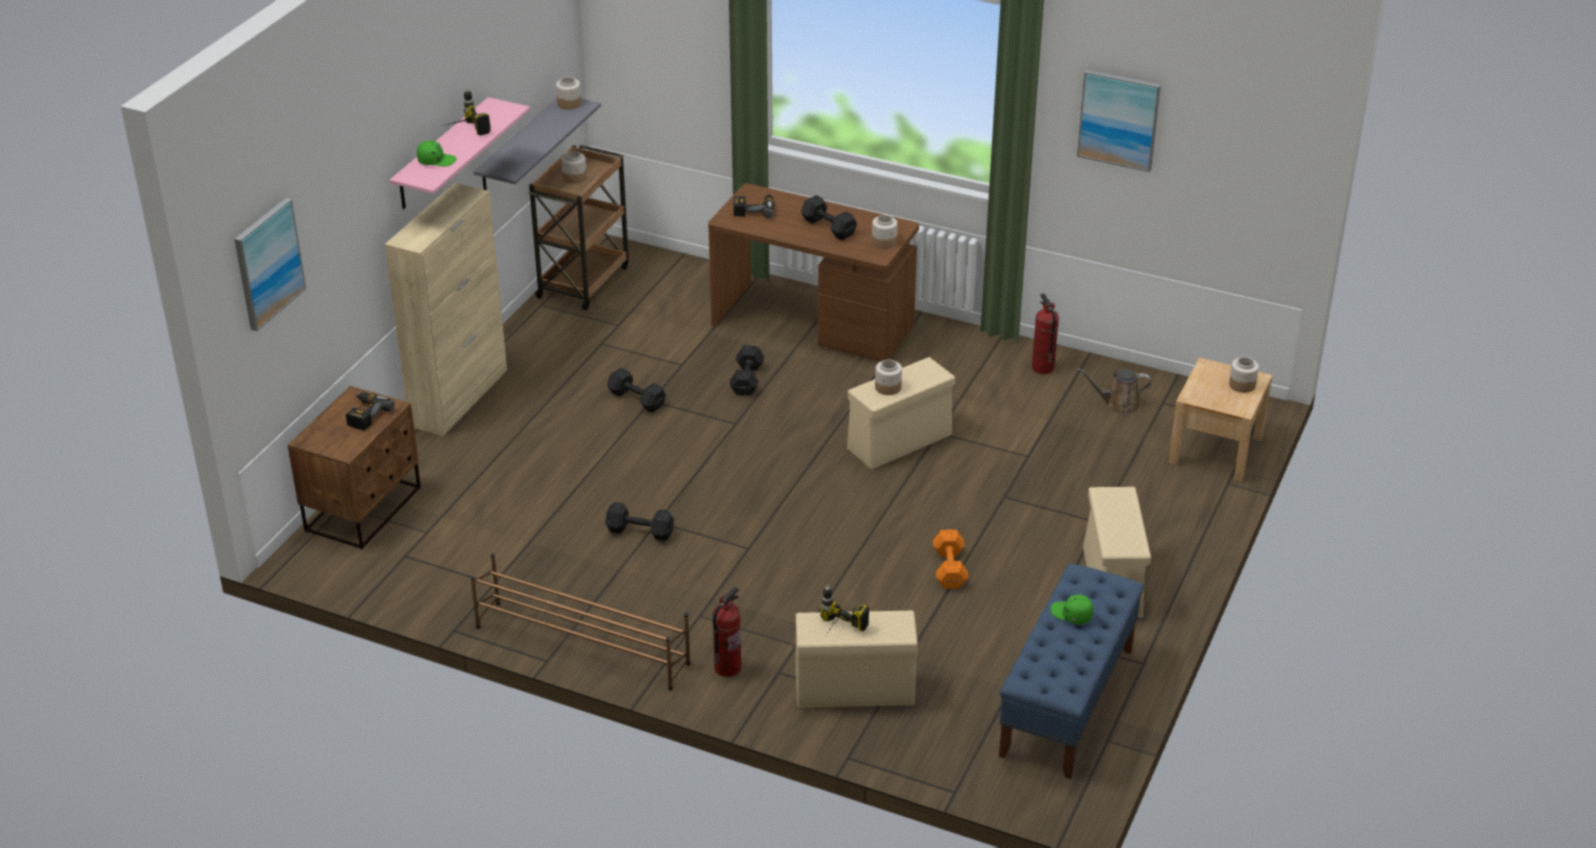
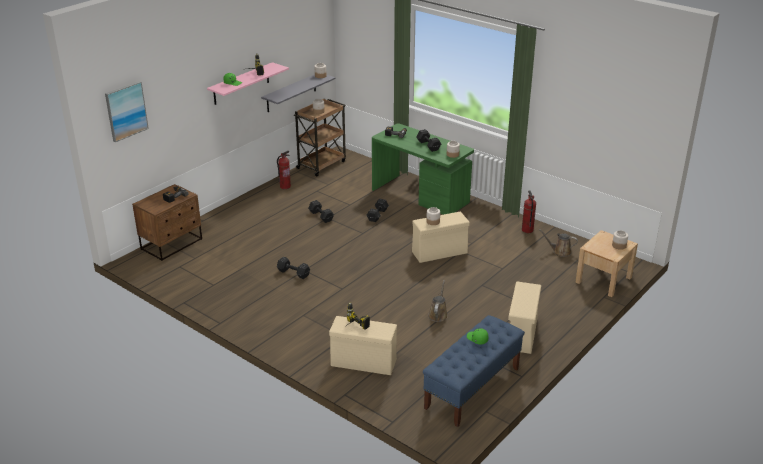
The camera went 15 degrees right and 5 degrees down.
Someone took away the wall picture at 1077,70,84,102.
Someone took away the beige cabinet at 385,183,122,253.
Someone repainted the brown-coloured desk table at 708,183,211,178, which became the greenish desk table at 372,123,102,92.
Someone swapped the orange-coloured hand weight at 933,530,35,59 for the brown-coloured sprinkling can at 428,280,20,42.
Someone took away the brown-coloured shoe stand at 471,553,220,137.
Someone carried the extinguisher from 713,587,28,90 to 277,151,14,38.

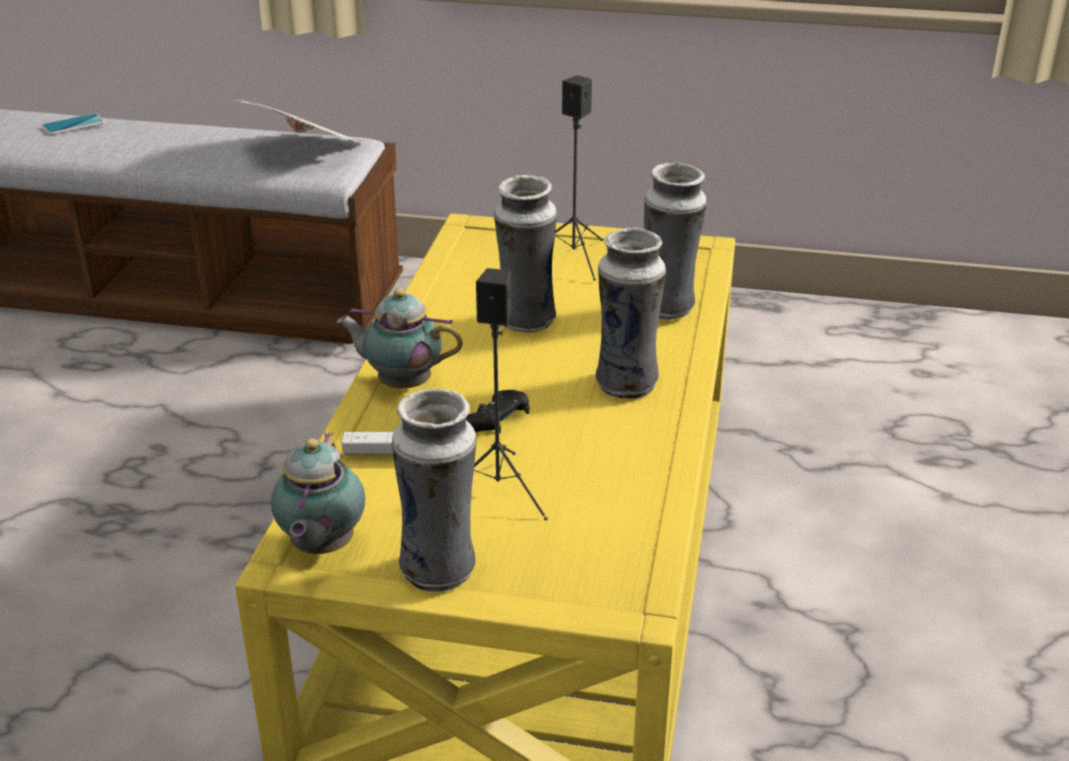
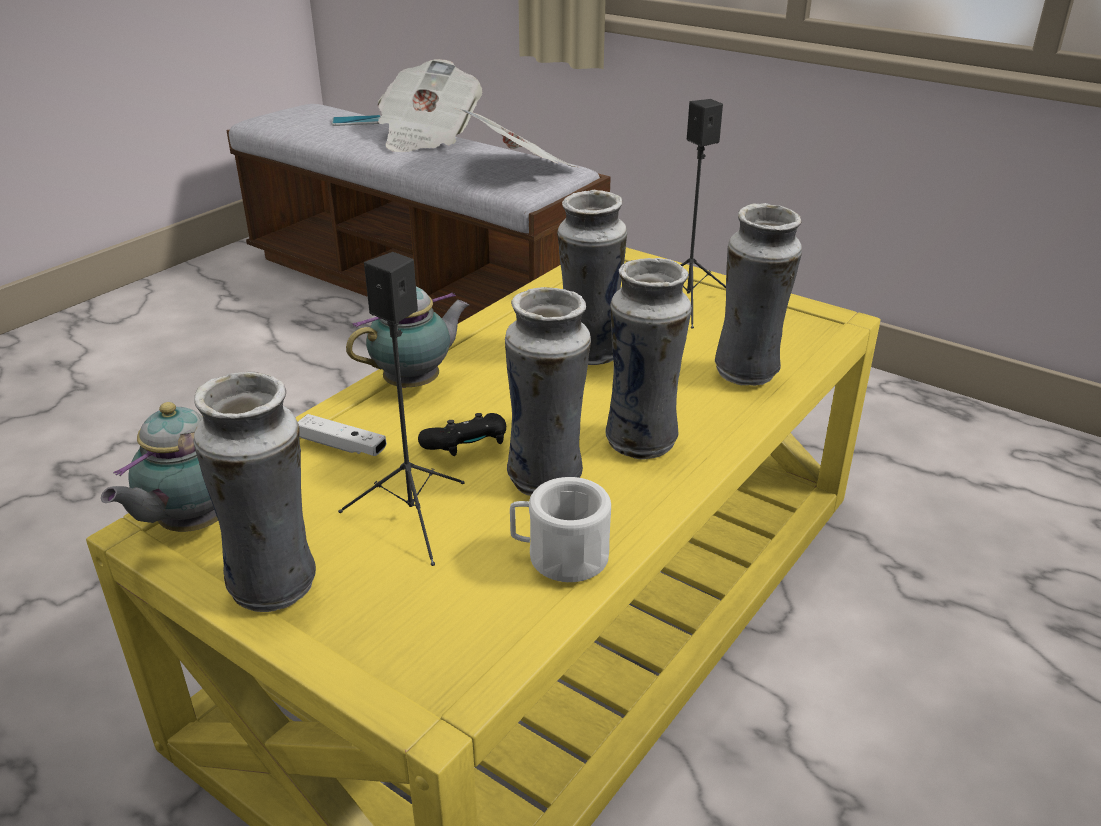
The camera went 25 degrees right and 0 degrees up.
Someone rotated the teapot at 336,289,127,99 by 105 degrees clockwise.
Someone put down the daily paper at 378,59,104,93.
Someone put down the decorative vase at 505,287,86,209.
Someone put down the white mug at 510,477,101,105.

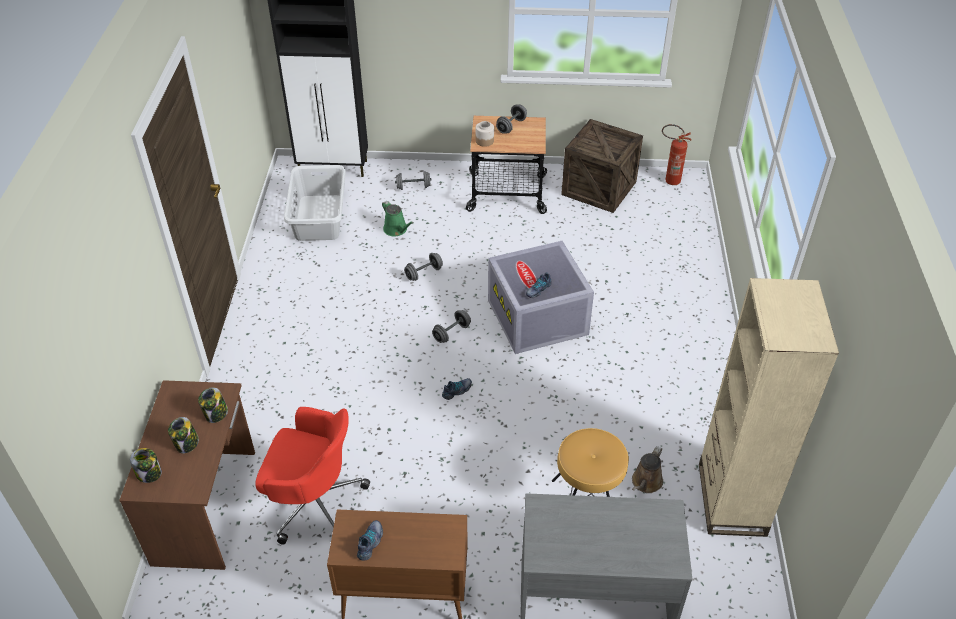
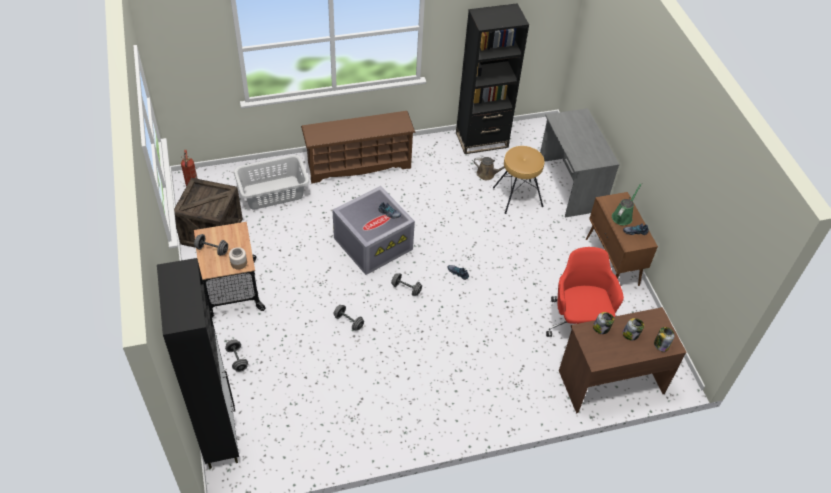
The camera went 110 degrees left and 5 degrees up.
Someone carried the grey washing basket from 284,165,62,76 to 234,155,75,54.
Someone carried the greenish sprinkling can from 382,201,32,36 to 612,183,30,43.
Someone repainted the beige bookcase at 699,278,140,259, which became the blackish bookcase at 456,3,73,151.
Someone put down the brown-coloured shoe stand at 301,111,115,73.

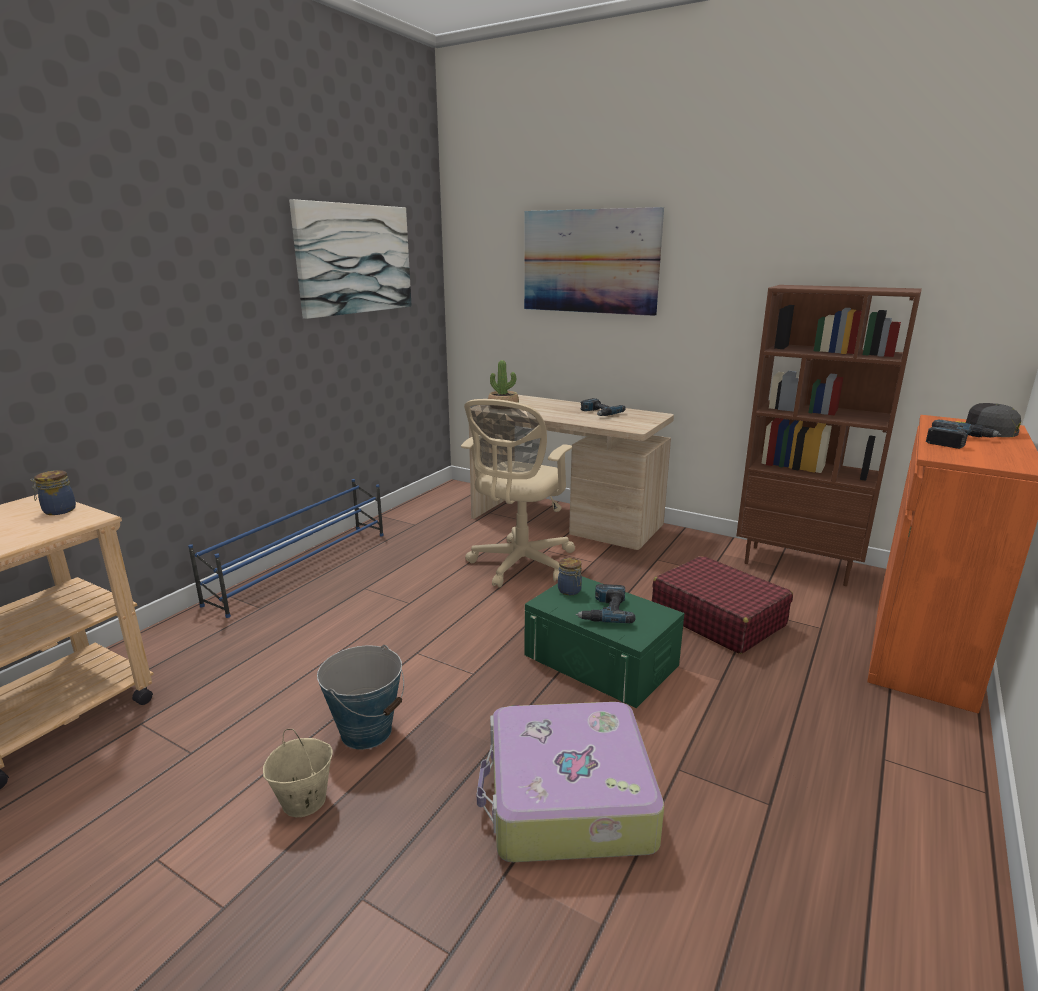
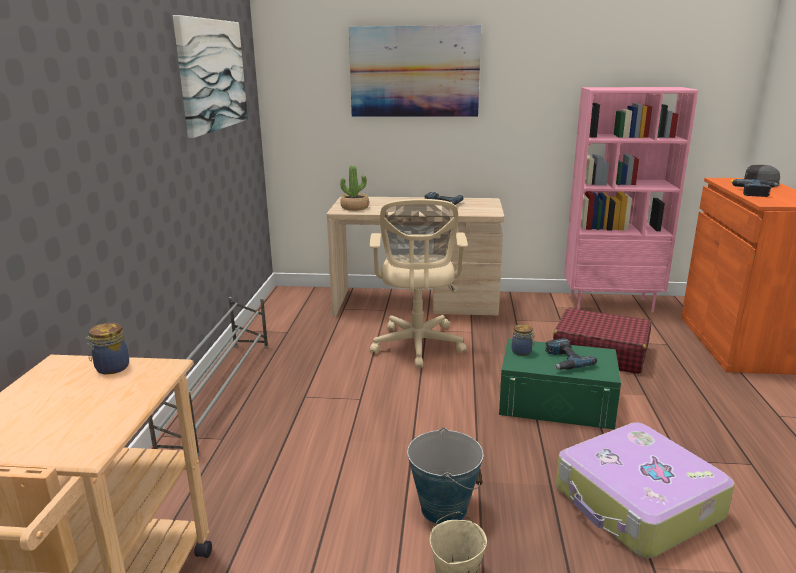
The camera went 25 degrees left and 0 degrees up.
Someone repainted the brown-coloured bookcase at 736,285,186,301, which became the pink-coloured bookcase at 564,87,134,226.
Someone repainted the blue-coloured shoe stand at 188,479,196,139, which became the grey shoe stand at 148,297,120,159.

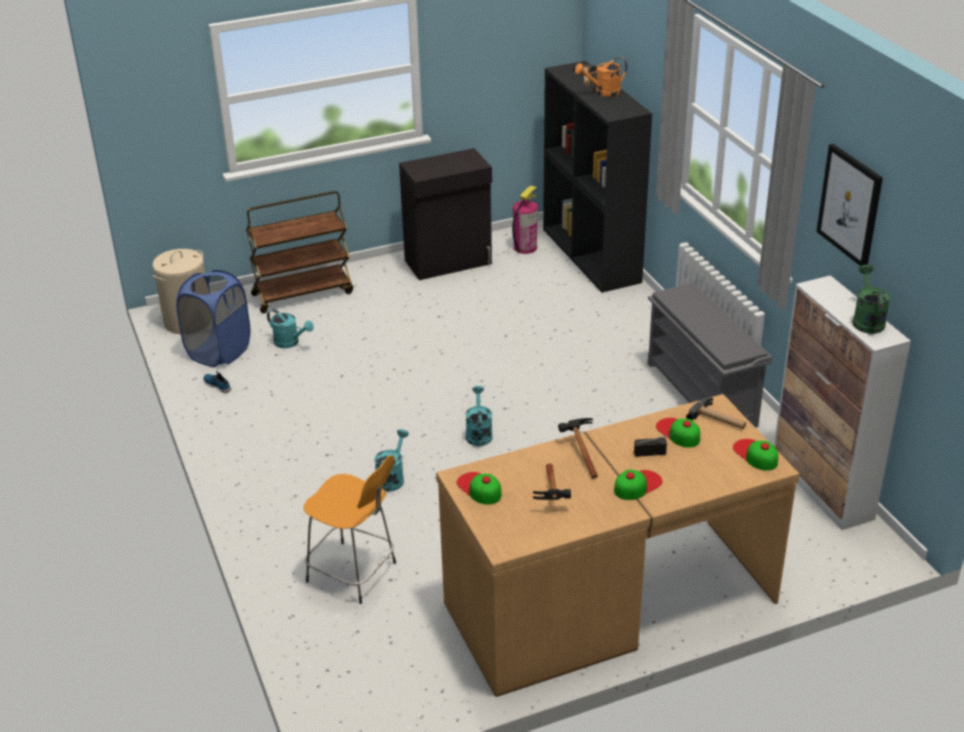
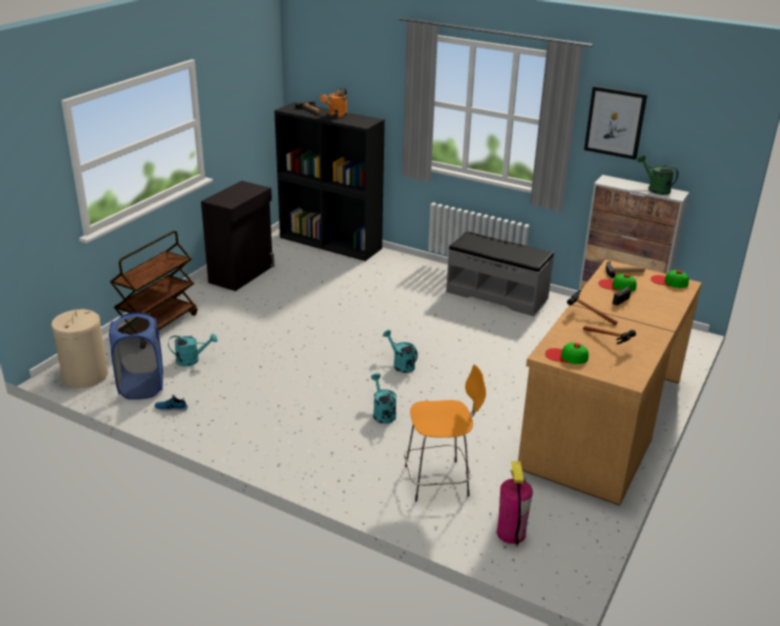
The camera went 40 degrees left and 5 degrees down.
Someone carried the extinguisher from 512,186,26,68 to 497,461,36,84.
Someone swapped the grey shoe stand at 647,282,125,146 for the grey long seat at 446,231,108,85.
Someone took away the peaked cap at 614,470,48,30.

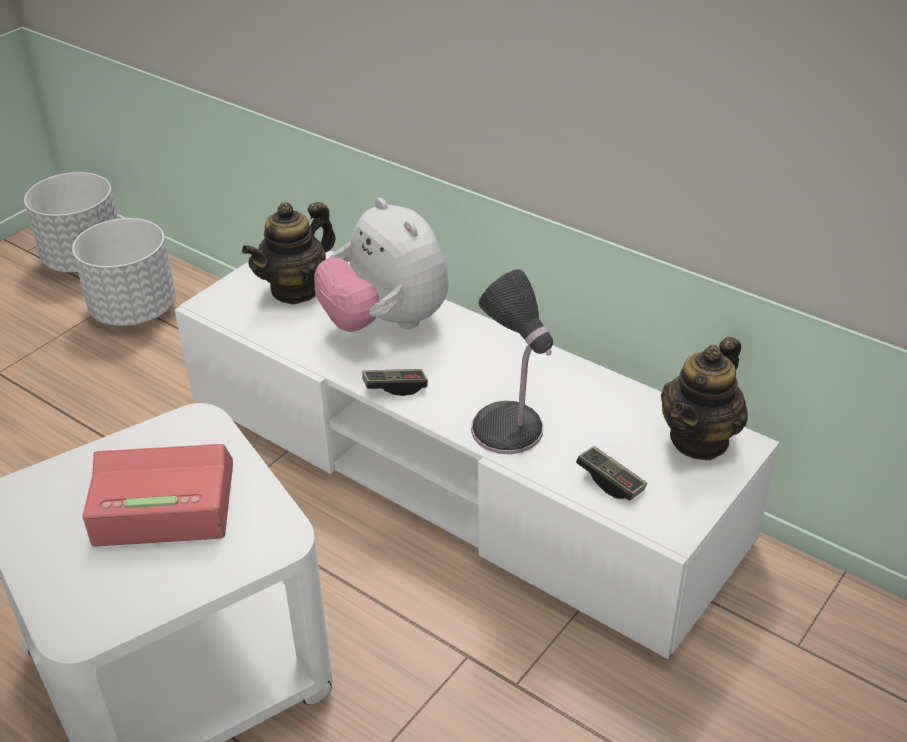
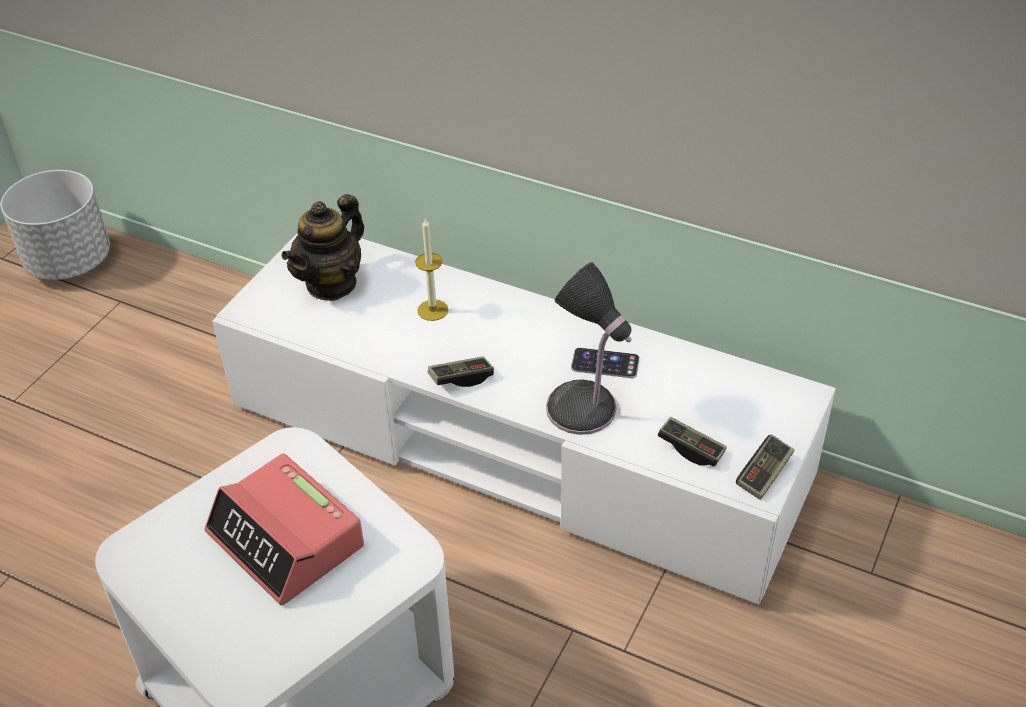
The camera went 10 degrees left and 5 degrees up.
Someone swapped the cuddly toy at 314,198,135,134 for the wax light at 415,219,34,102.
Someone took away the white flower pot at 72,218,104,108.
Someone took away the teapot at 661,337,87,123.
Someone rotated the alarm clock at 82,444,151,103 by 120 degrees counterclockwise.
Someone put down the phone at 571,348,69,30.
Someone put down the joypad at 736,434,59,66.

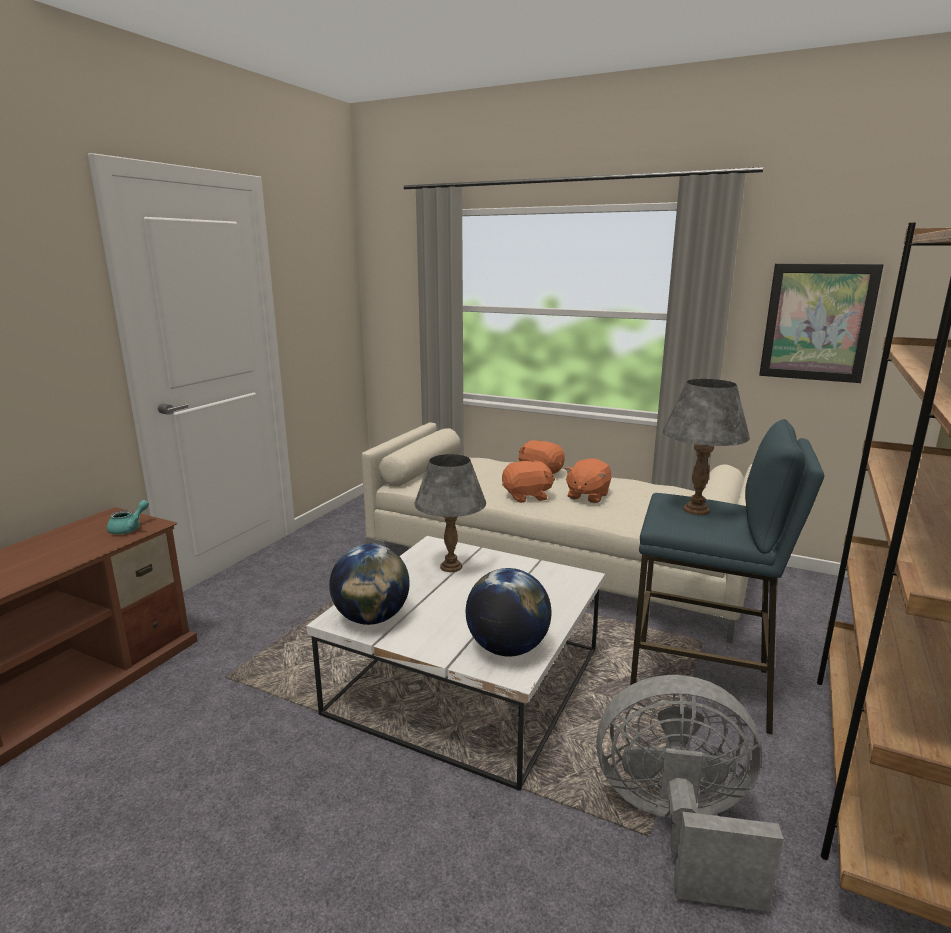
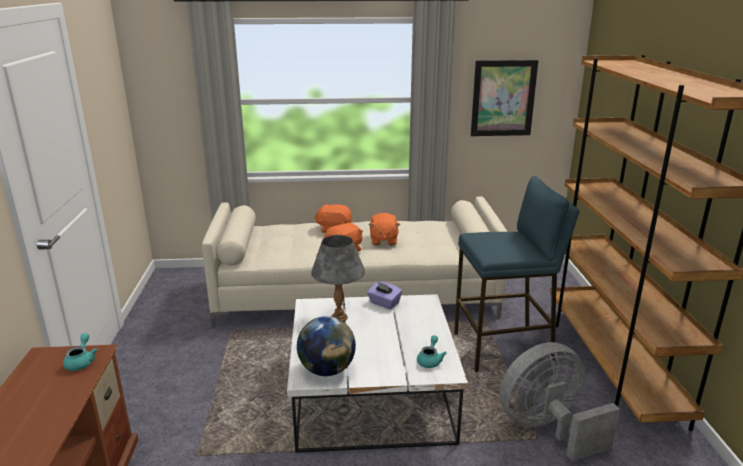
The camera went 30 degrees left and 5 degrees up.
Someone took away the grey table lamp at 663,379,87,136.
Someone swapped the globe at 466,568,86,89 for the turquoise-coloured teapot at 417,335,30,33.
Someone put down the purple box of tissues at 367,281,35,28.

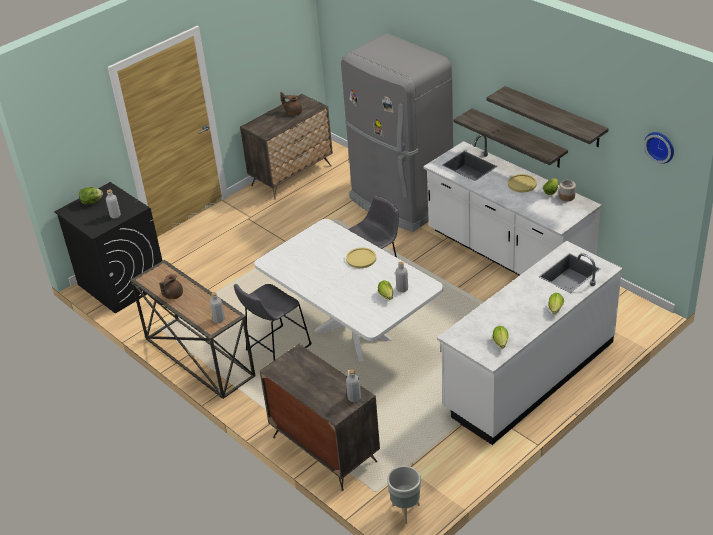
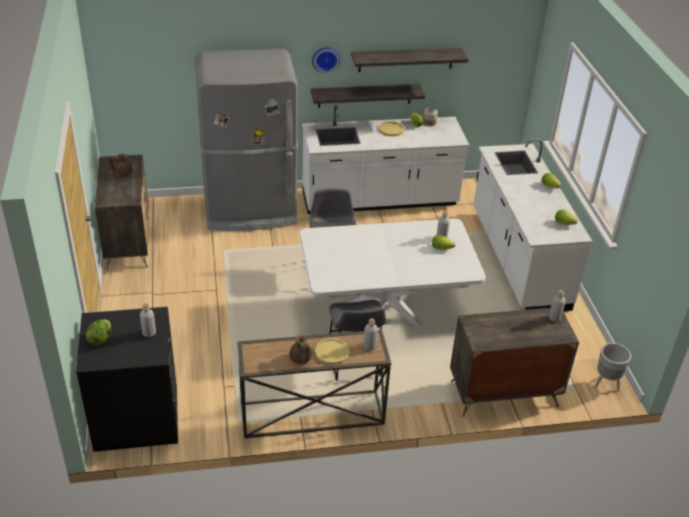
The camera went 60 degrees left and 0 degrees up.
Someone carried the wall clock from 644,132,30,32 to 312,47,28,26.
Someone carried the yellow plate from 346,248,30,20 to 315,338,34,27.

